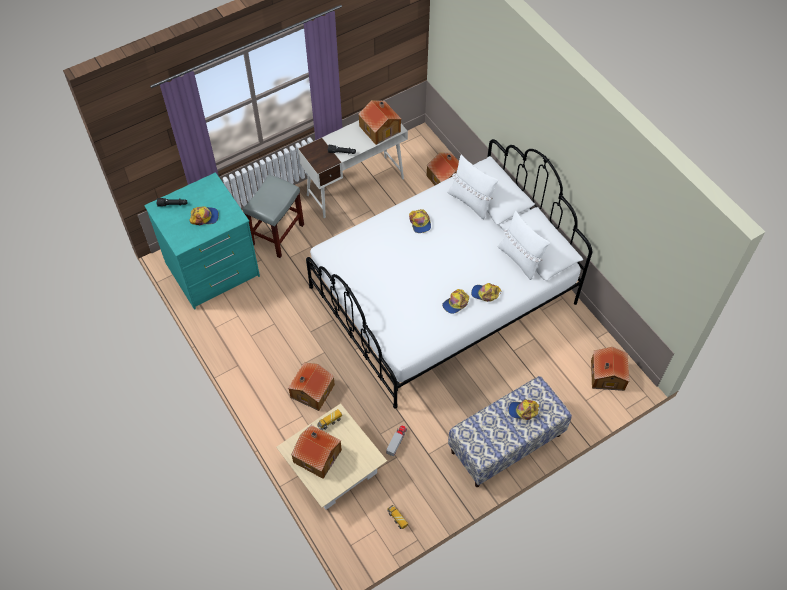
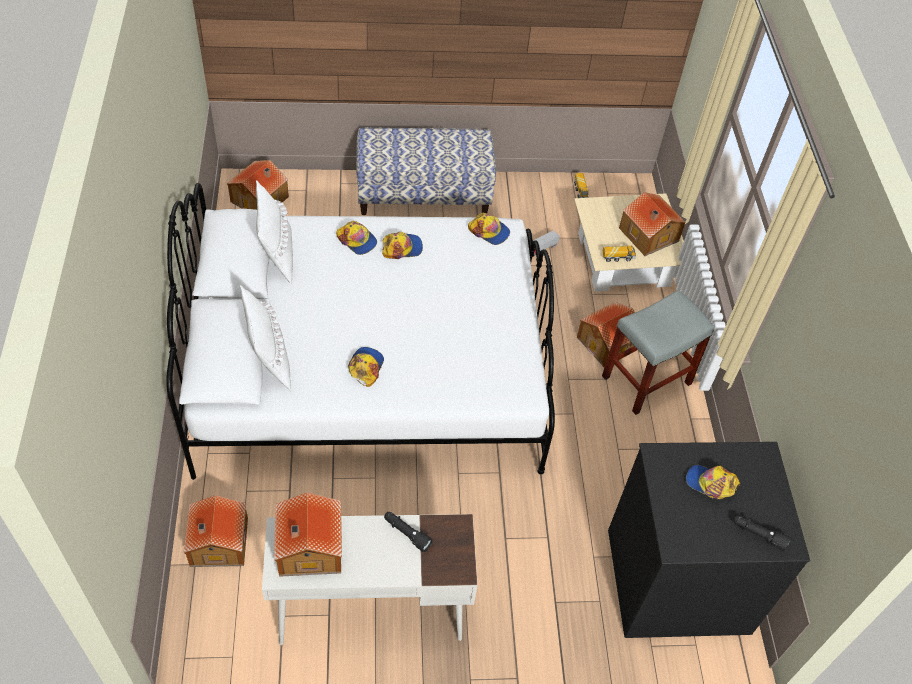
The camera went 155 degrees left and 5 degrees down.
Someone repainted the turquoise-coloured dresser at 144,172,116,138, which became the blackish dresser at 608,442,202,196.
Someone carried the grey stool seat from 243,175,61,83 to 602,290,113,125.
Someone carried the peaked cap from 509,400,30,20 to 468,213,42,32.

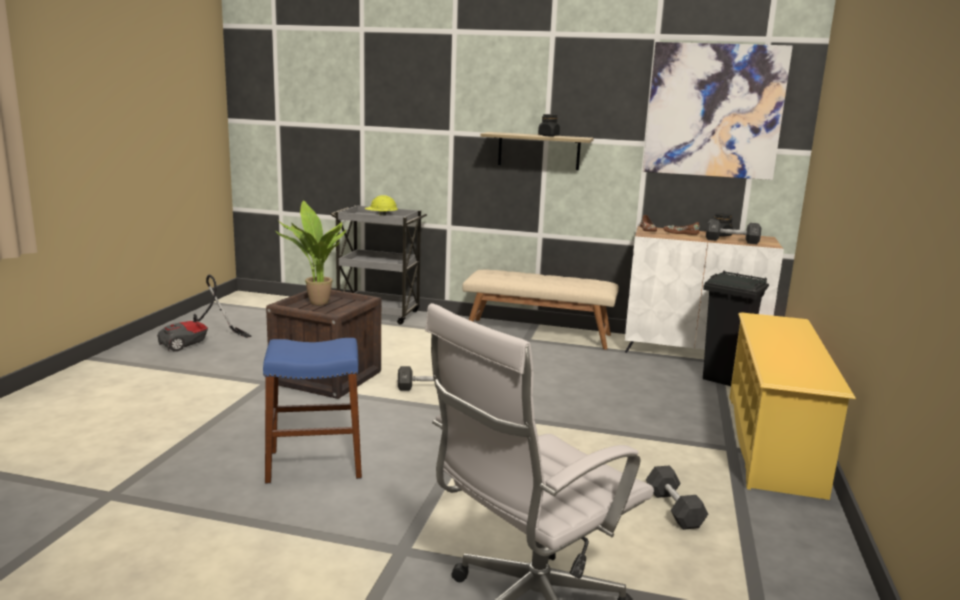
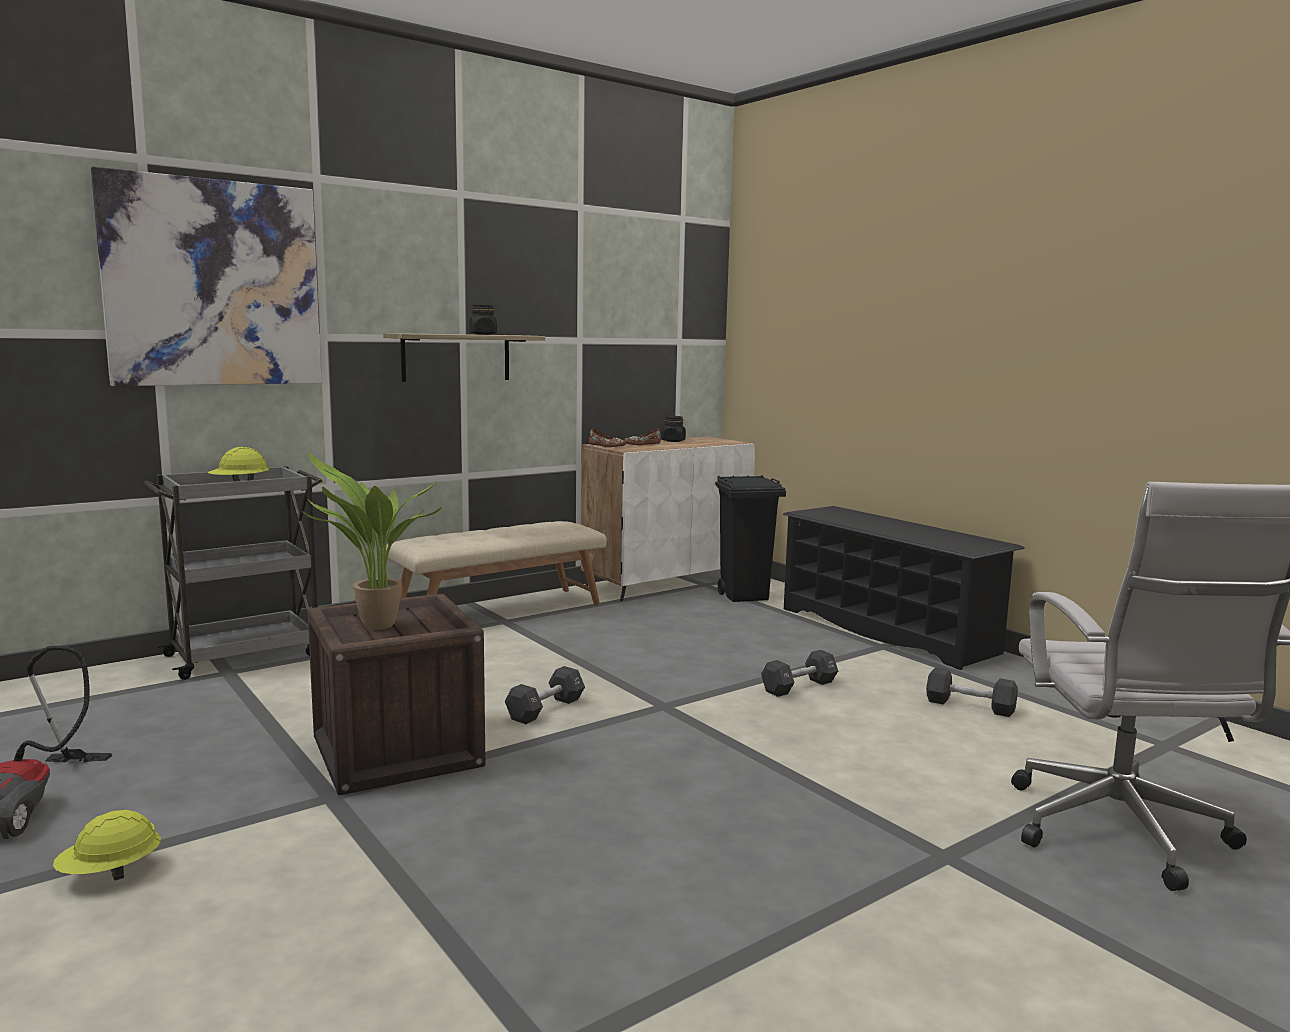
The camera went 50 degrees left and 5 degrees down.
Someone carried the wall picture from 643,42,150,138 to 91,167,230,219.
Someone carried the blackish hand weight from 706,219,55,25 to 761,650,77,47.
Someone repainted the yellow shoe stand at 729,312,127,188, which became the blackish shoe stand at 783,506,242,164.
Someone took away the blue-coloured stool seat at 263,338,99,145.
Someone put down the yellow hard hat at 53,810,108,71.

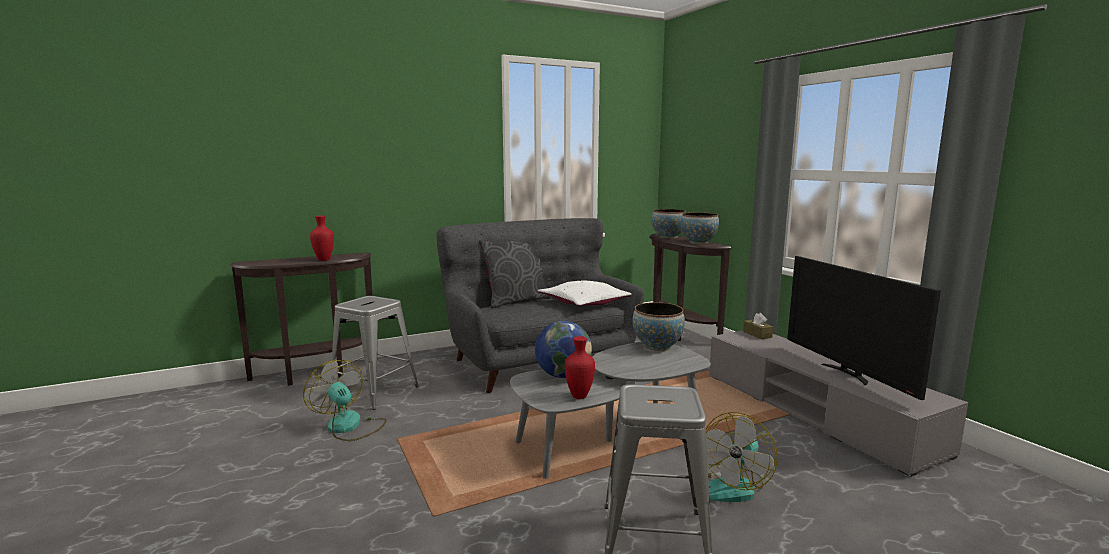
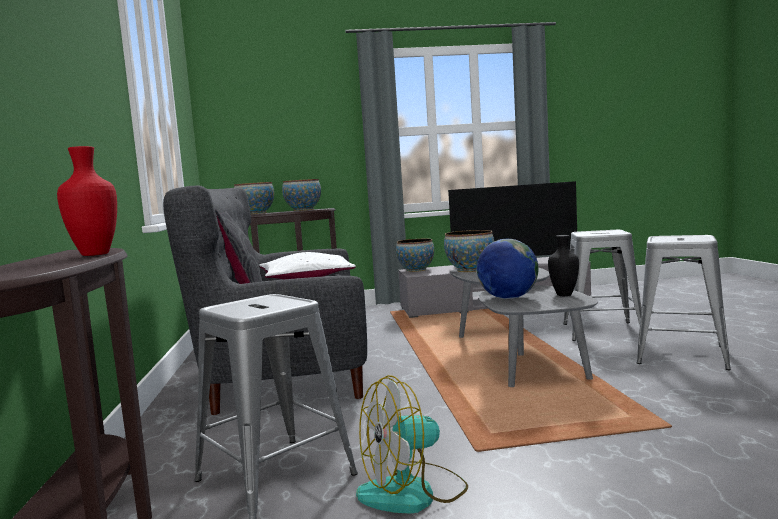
The camera went 70 degrees left and 5 degrees down.
Someone swapped the brown-coloured box of tissues at 743,313,30,26 for the bowl at 396,239,38,33.
Someone repainted the reddish decorative vase at 565,336,30,63, which became the blackish decorative vase at 548,235,31,61.
Someone swapped the electric fan at 706,412,72,90 for the grey stool seat at 564,230,78,111.

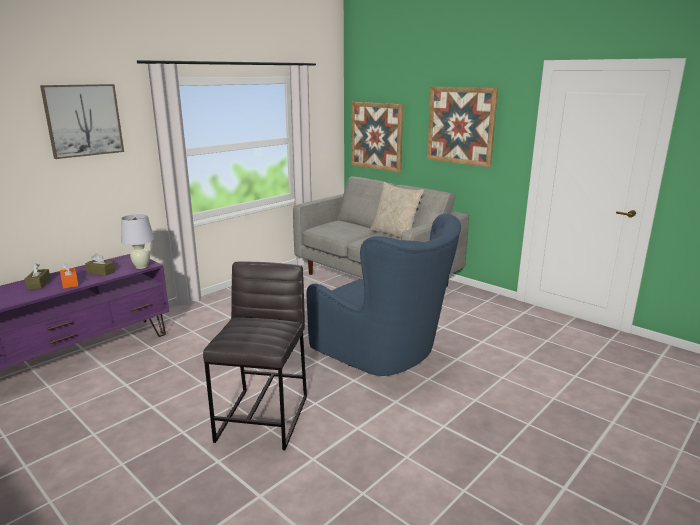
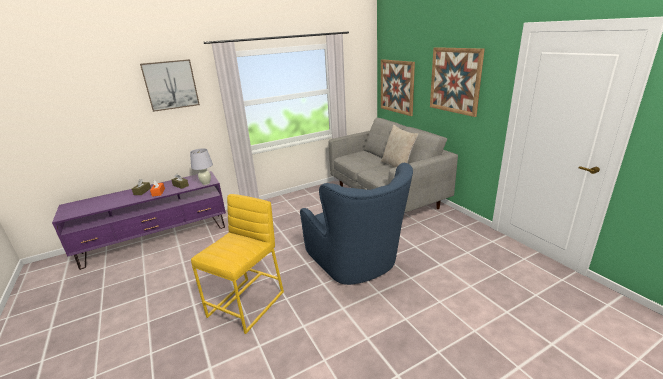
The camera went 20 degrees right and 5 degrees up.
Someone repainted the grey stool seat at 203,262,104,188, which became the yellow stool seat at 191,194,93,140.

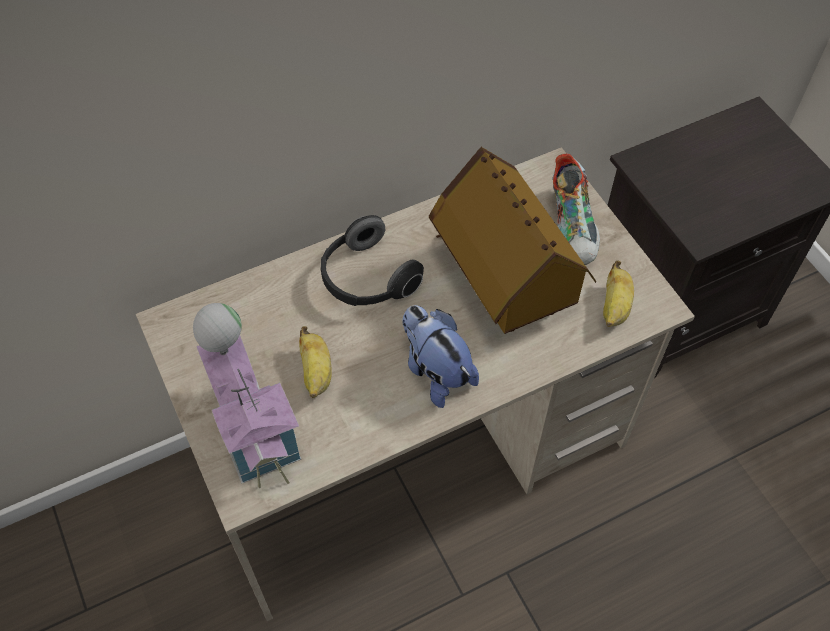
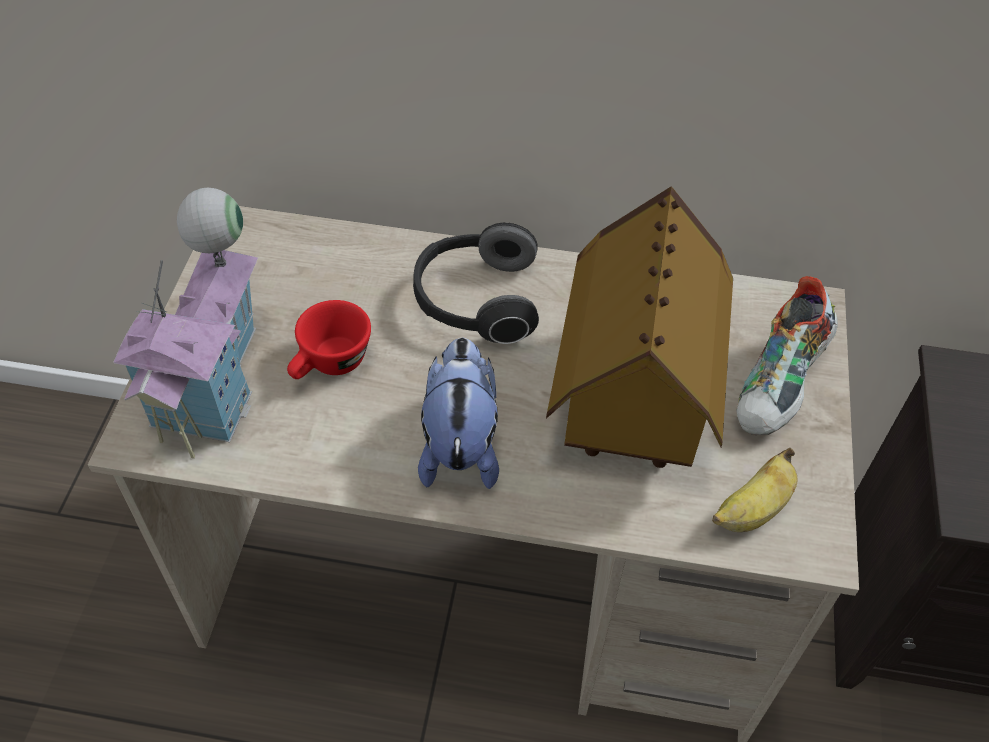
The camera went 35 degrees right and 5 degrees down.
Someone swapped the whole banana at 299,326,33,72 for the reddish small cup at 287,300,84,79.

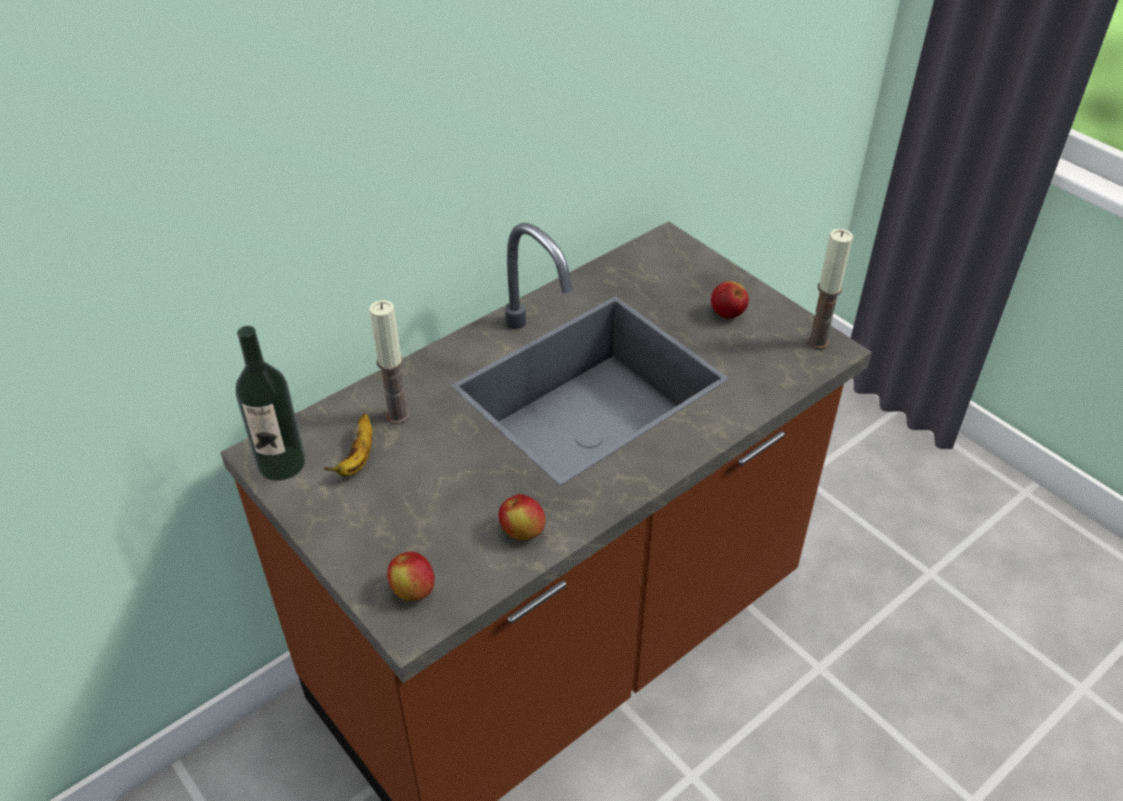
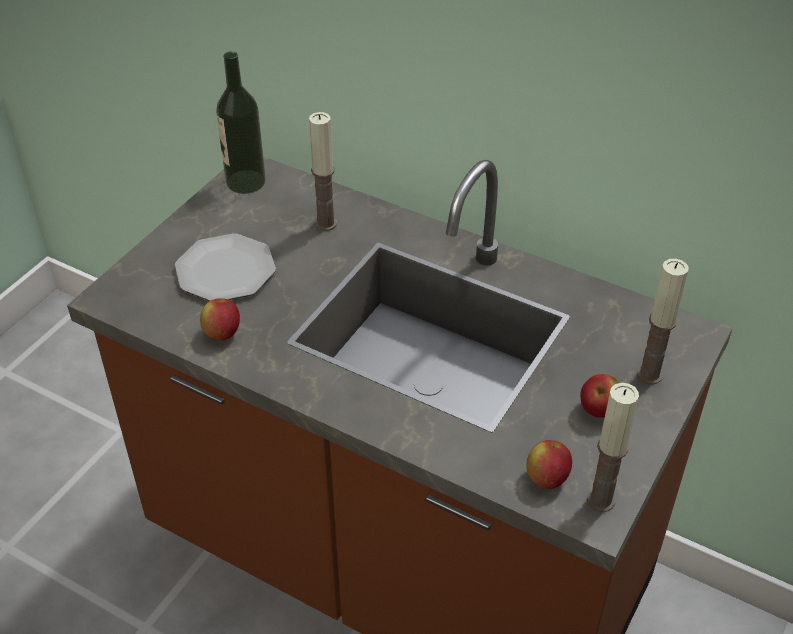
The camera went 70 degrees right and 0 degrees up.
Someone took away the whole banana at 324,414,48,62.
Someone carried the apple fruit from 387,552,48,49 to 526,440,46,49.
Someone put down the plate at 175,233,101,68.
Someone put down the wax light at 637,259,52,126.

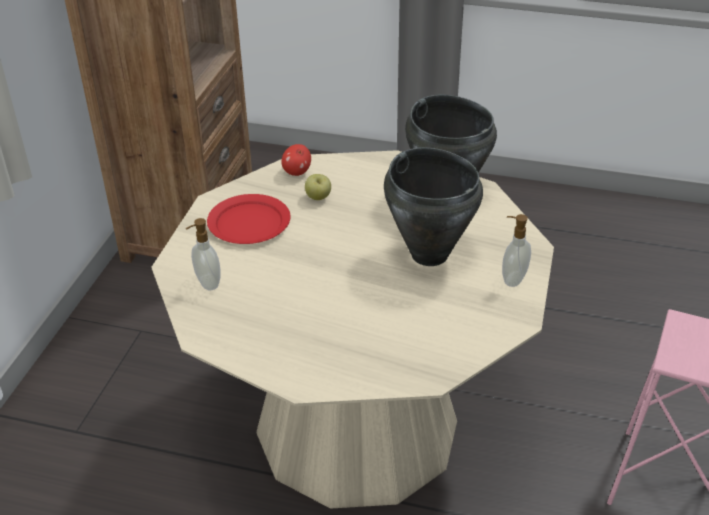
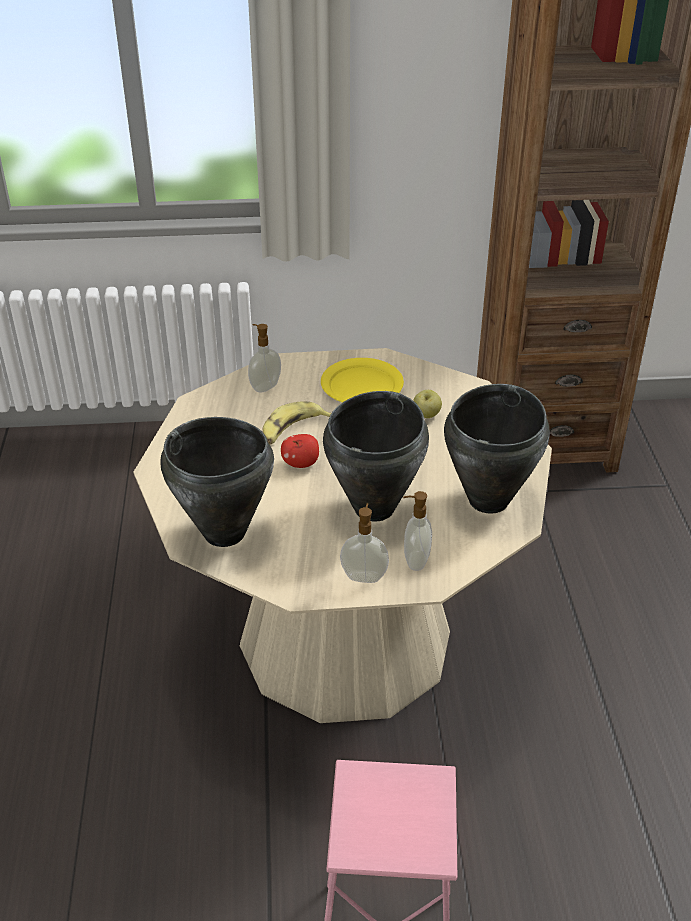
The camera went 70 degrees right and 0 degrees up.
Someone carried the apple fruit from 281,144,30,32 to 281,434,38,34.
Someone repainted the reddish plate at 207,194,84,50, which became the yellow plate at 321,358,83,44.
Someone put down the whole banana at 263,402,68,42.
Someone put down the blackish cooking pot at 161,417,113,130.
Someone put down the soap bottle at 403,491,29,80.

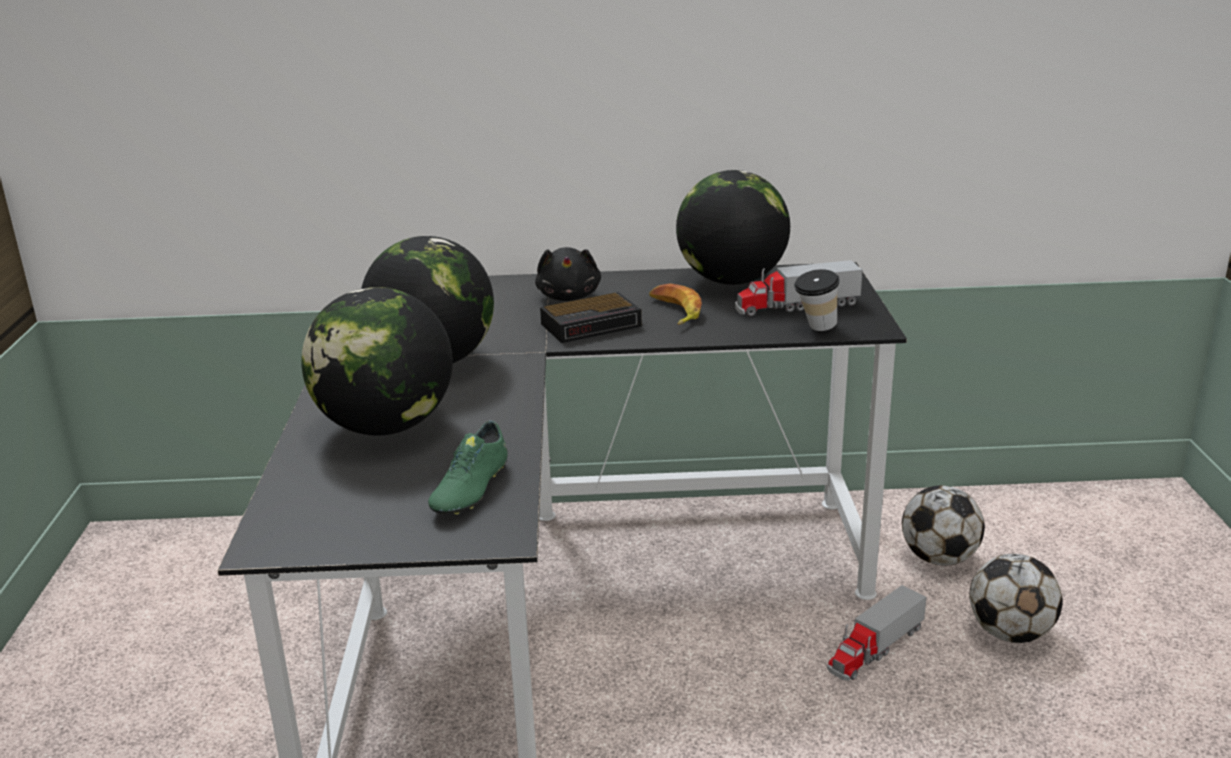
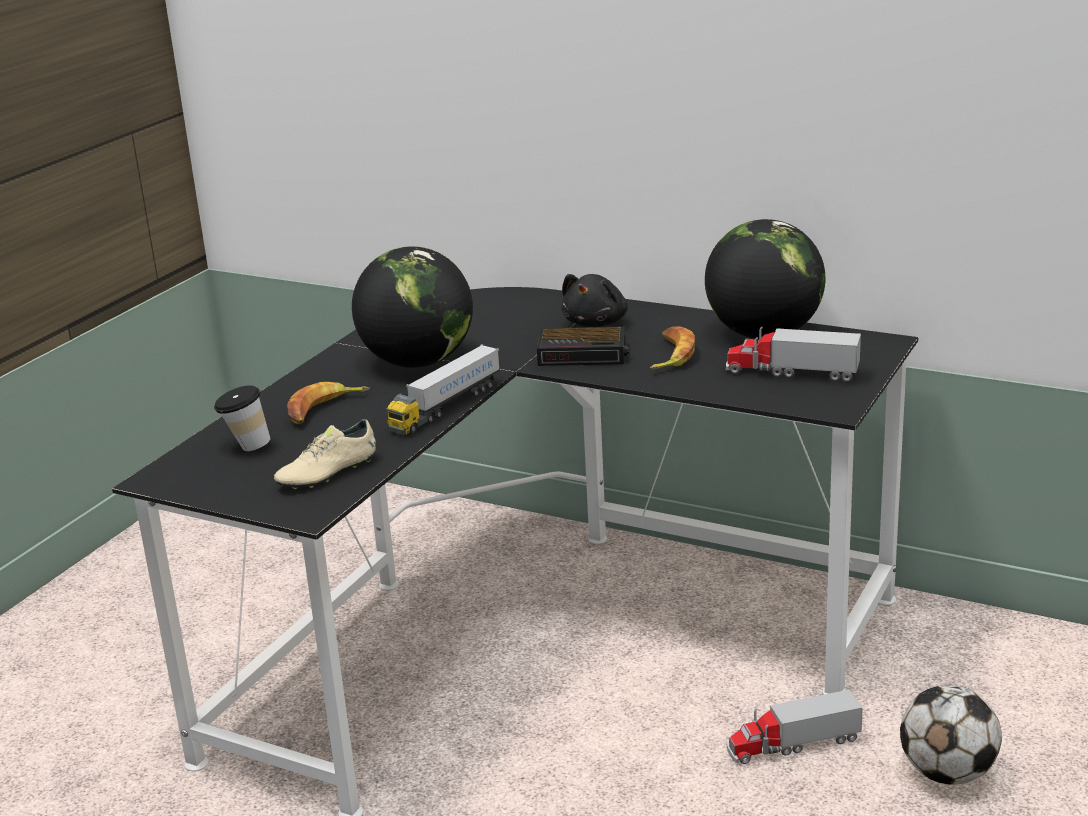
The camera went 30 degrees right and 0 degrees up.
Someone carried the small cup from 794,269,45,62 to 214,385,56,66.
Someone swapped the globe at 301,287,152,148 for the whole banana at 287,382,83,42.
Someone repainted the greenish item of footwear at 428,421,80,93, which became the beige item of footwear at 274,419,102,70.
Someone took away the ball for football at 902,485,83,81.
Someone put down the toy truck at 387,344,113,91.

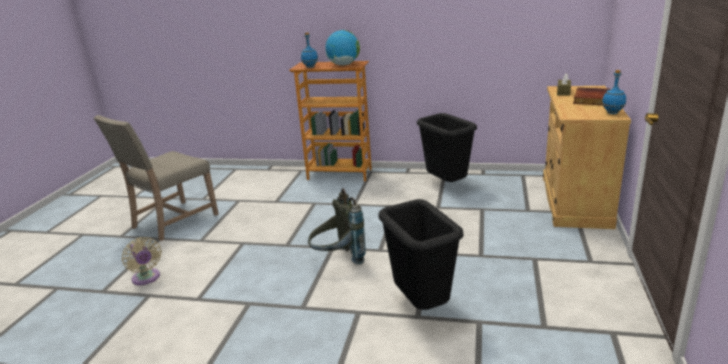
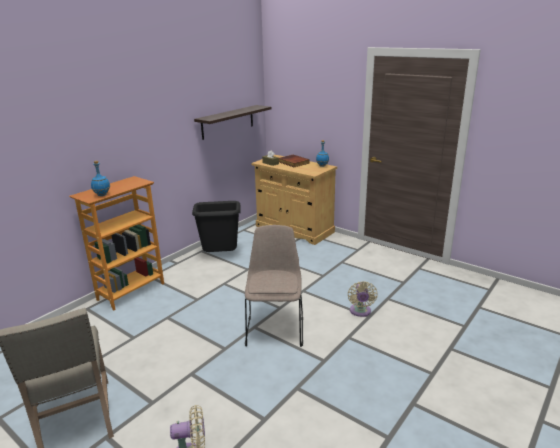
The camera went 65 degrees left and 0 degrees up.
Someone took away the globe at 325,30,35,35.
Someone swapped the grey rucksack at 308,188,58,77 for the beige chair at 245,225,58,122.
Someone swapped the blackish rubbish bin at 378,199,85,111 for the beige electric fan at 348,281,30,36.
Someone put up the bracket shelf at 194,105,78,35.

